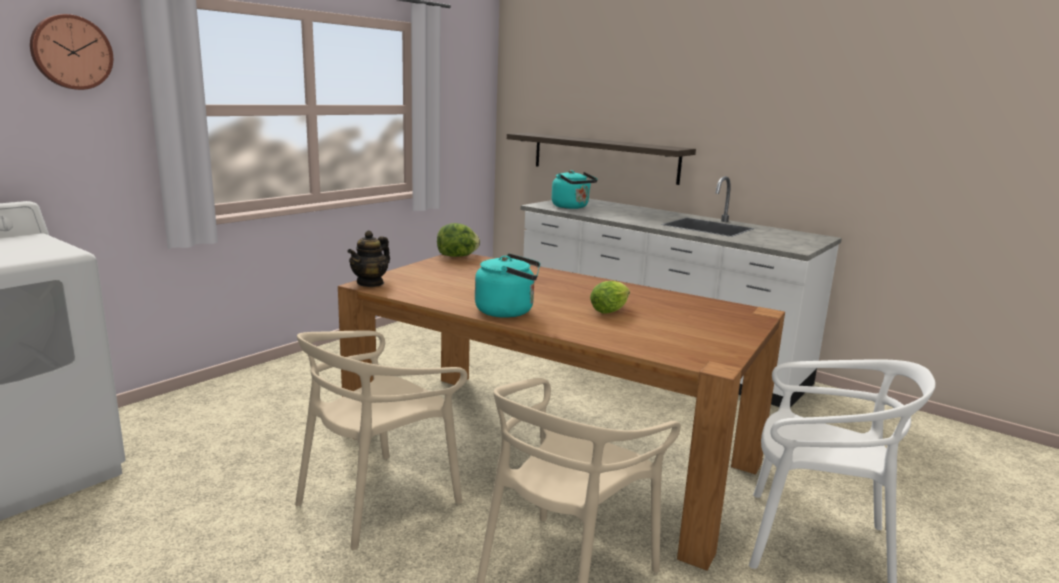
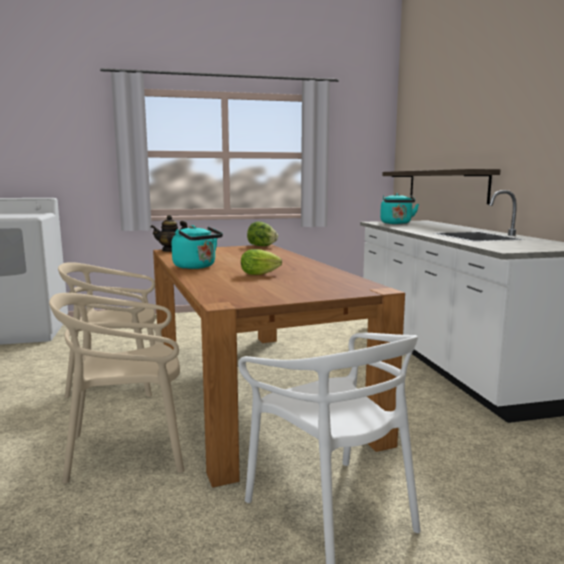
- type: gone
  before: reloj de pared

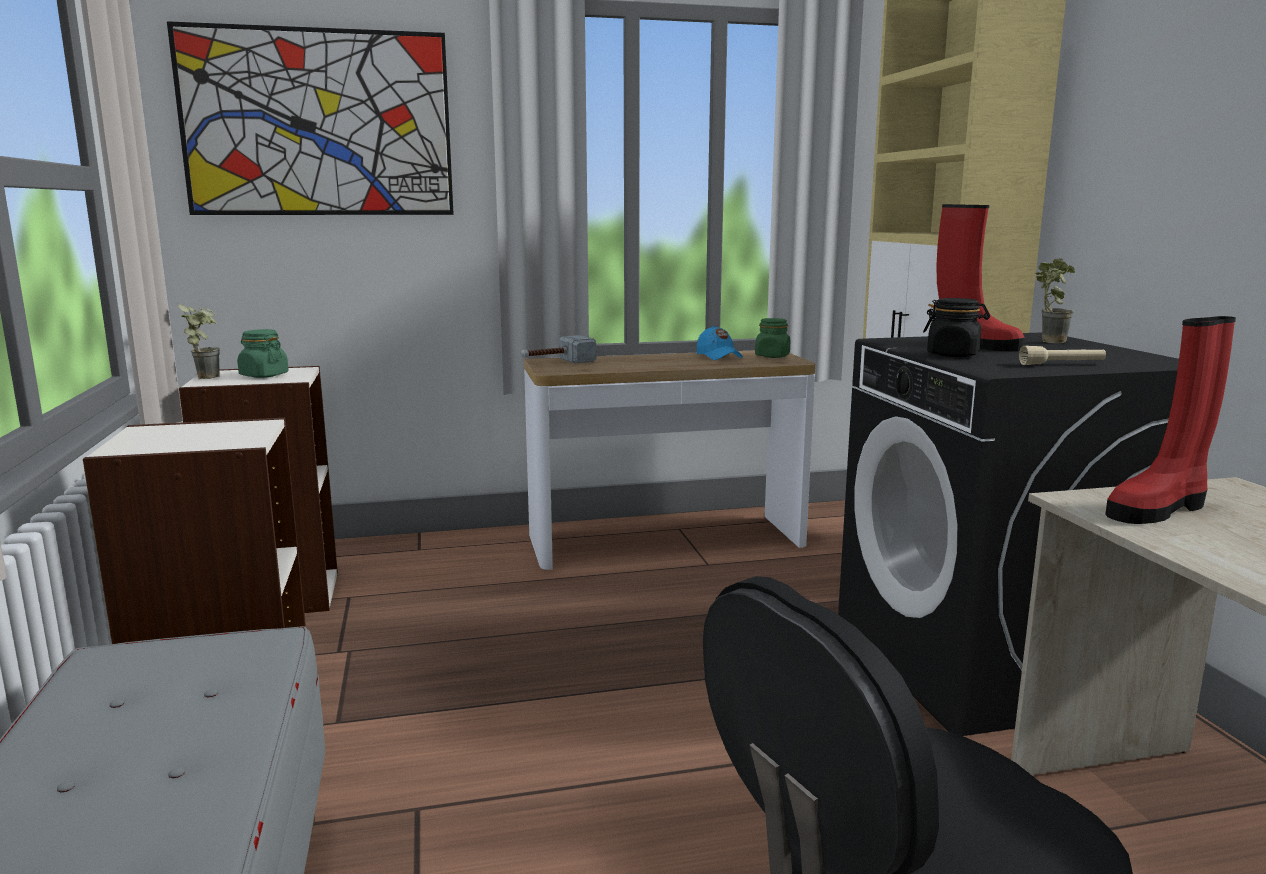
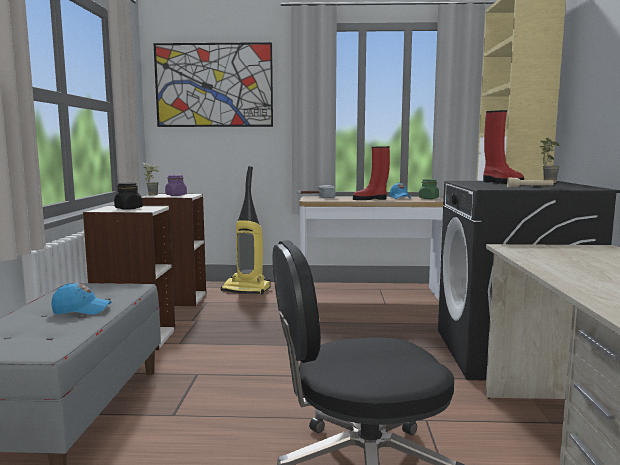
- type: new
  after: gorra/azul (no. 1 from left)
- type: shifted
  before: tarro/negro
- type: repainted
  before: tarro/verde (no. 1 from left)
  after: tarro/morado
- type: new
  after: aspiradora
- type: shifted
  before: bota/rojo (no. 2 from left in the first image)
  after: bota/rojo (no. 1 from left)

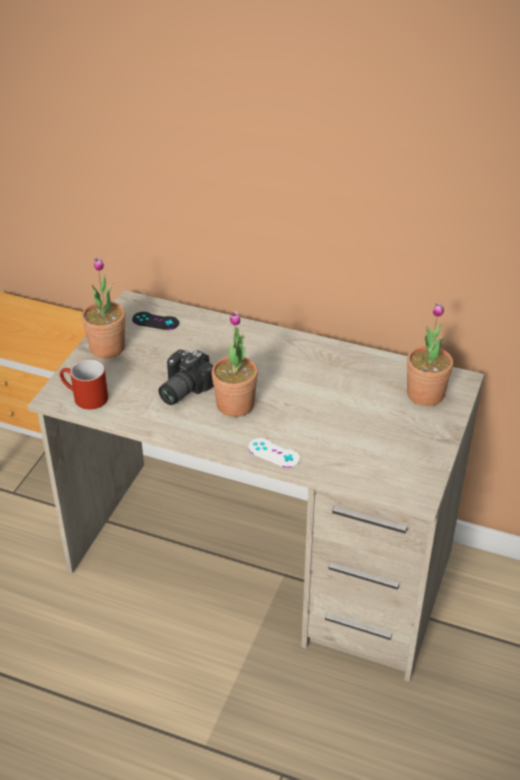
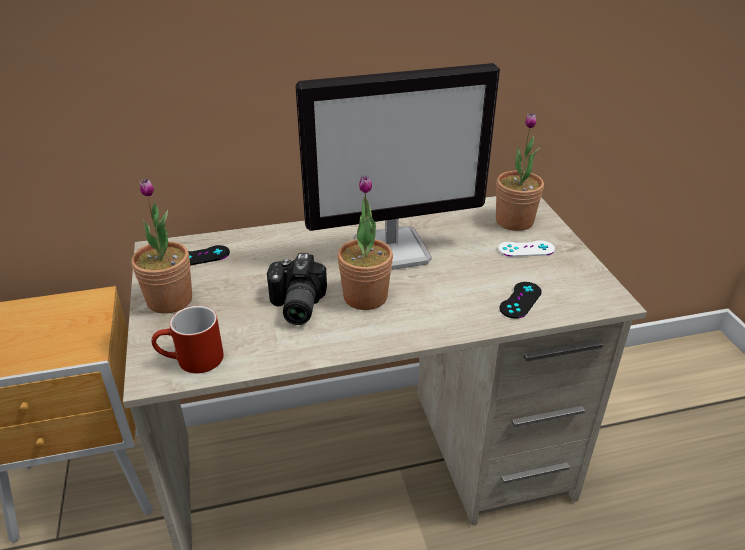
- type: new
  after: monitor
- type: shifted
  before: mando de consola/blanco
- type: new
  after: mando de consola/negro (no. 2 from left)

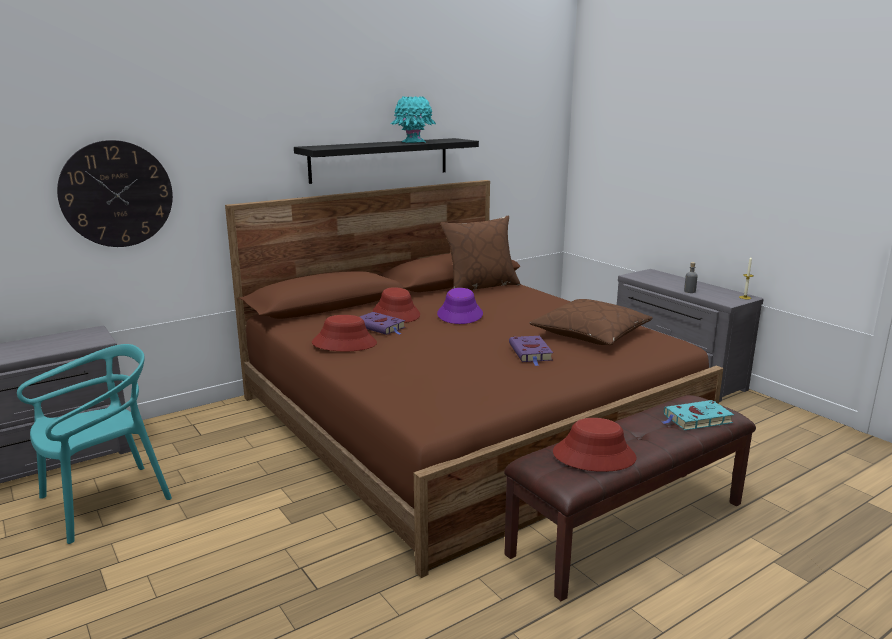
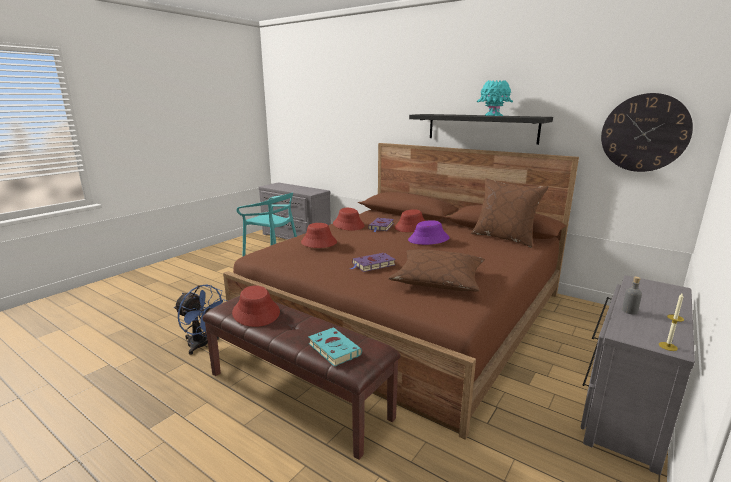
- type: new
  after: ventilador/azul
- type: new
  after: sombrero/rojo (no. 2 from left)
- type: shifted
  before: reloj de pared

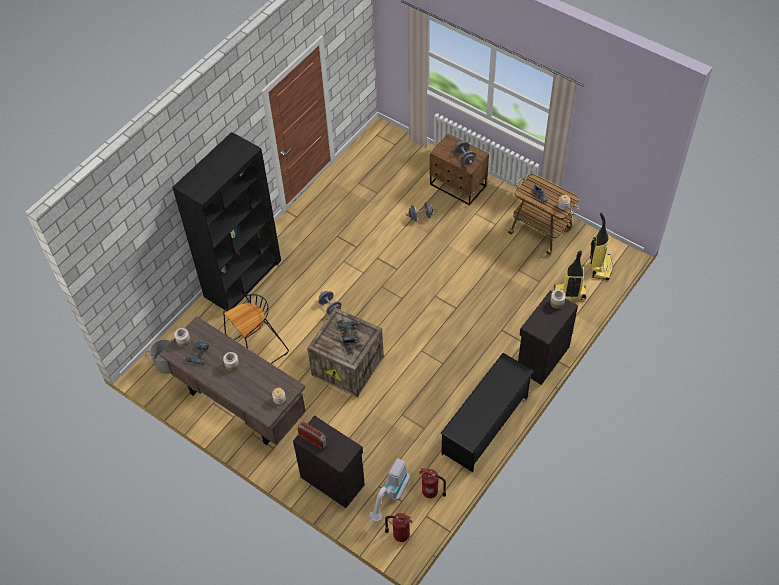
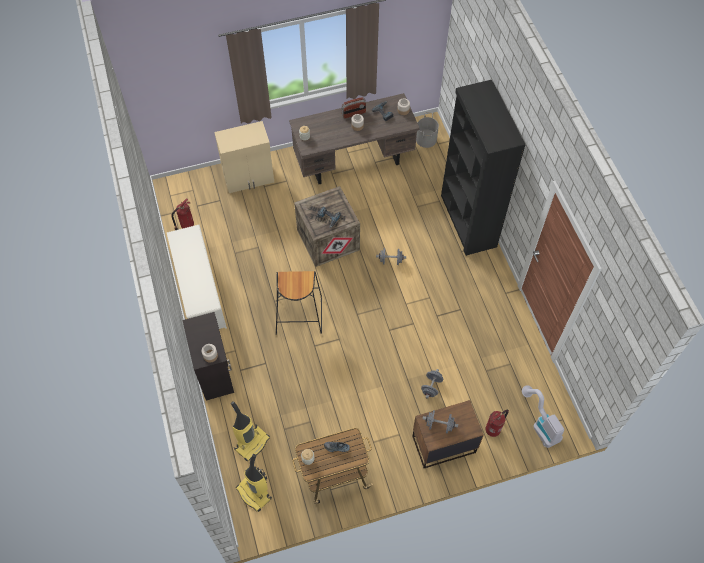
- type: repainted
  before: zapatero/negro
  after: zapatero/blanco
- type: repainted
  before: armario/negro (no. 1 from left)
  after: armario/beis
- type: shifted
  before: taburete/negro
- type: shifted
  before: radio
- type: shifted
  before: extintor (no. 1 from left in the first image)
  after: extintor (no. 2 from left)
- type: shifted
  before: aspiradora (no. 1 from left in the first image)
  after: aspiradora (no. 3 from left)

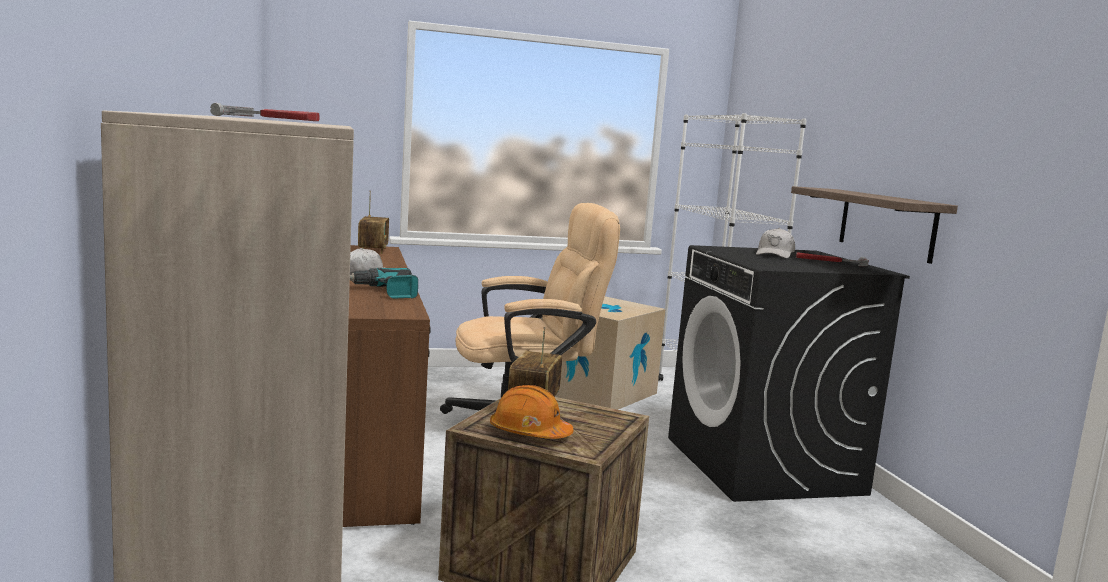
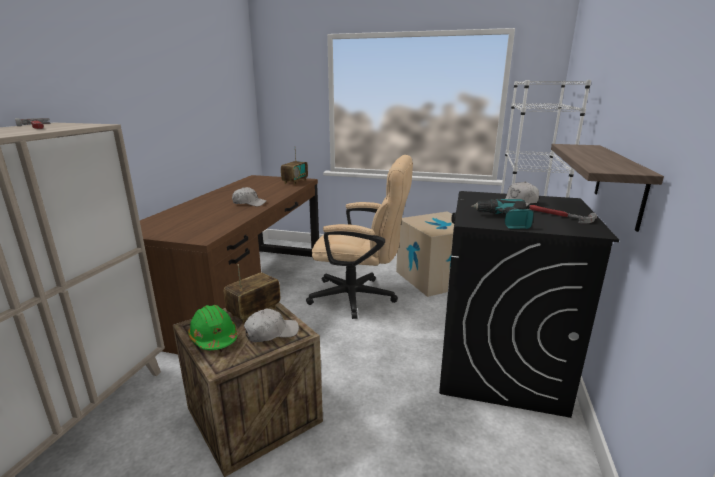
- type: repainted
  before: casco/naranja
  after: casco/verde
- type: new
  after: gorra/blanco (no. 2 from left)
- type: shifted
  before: taladro

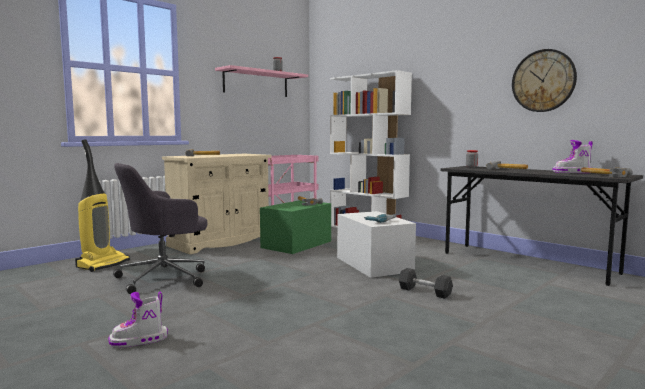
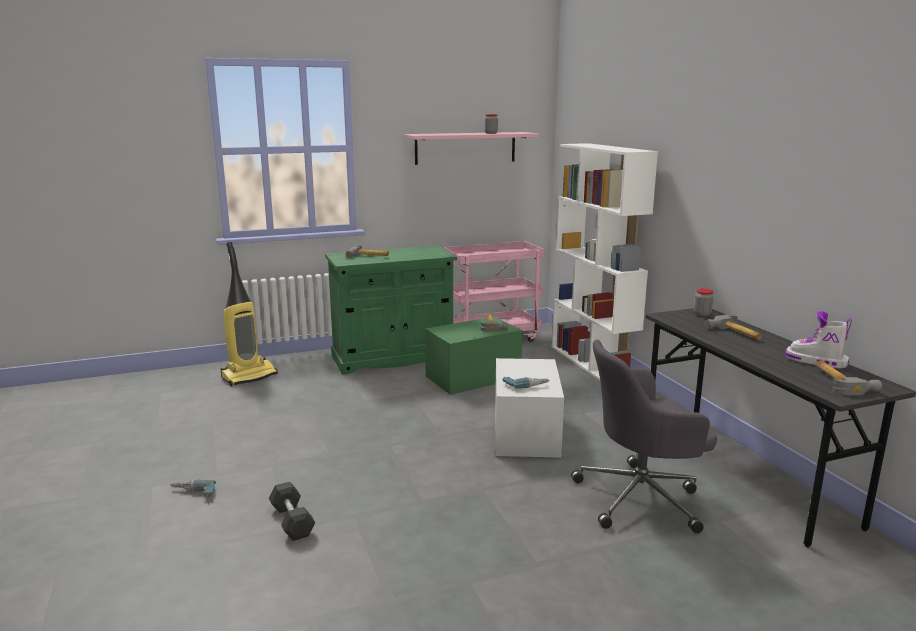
- type: swapped
  before: bota (no. 1 from left)
  after: taladro (no. 1 from left)
- type: shifted
  before: mancuerna/gris
- type: repainted
  before: armario/beis
  after: armario/verde
- type: shifted
  before: silla de oficina/gris
- type: gone
  before: reloj de pared

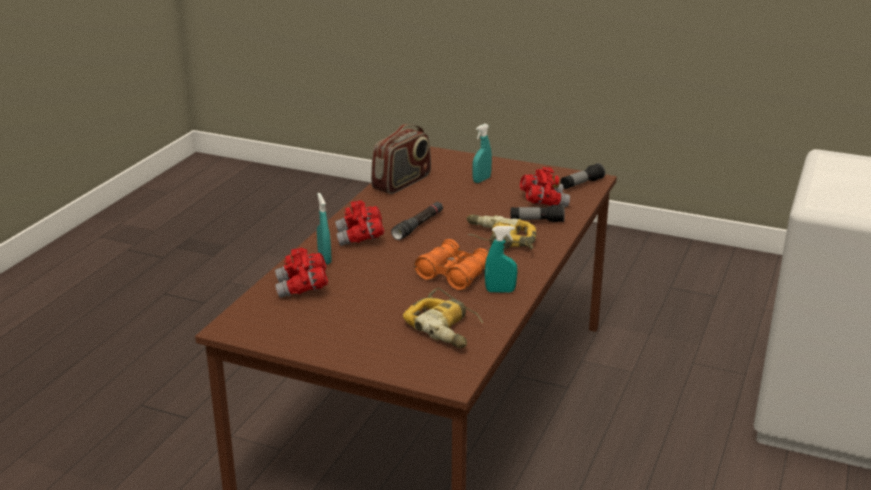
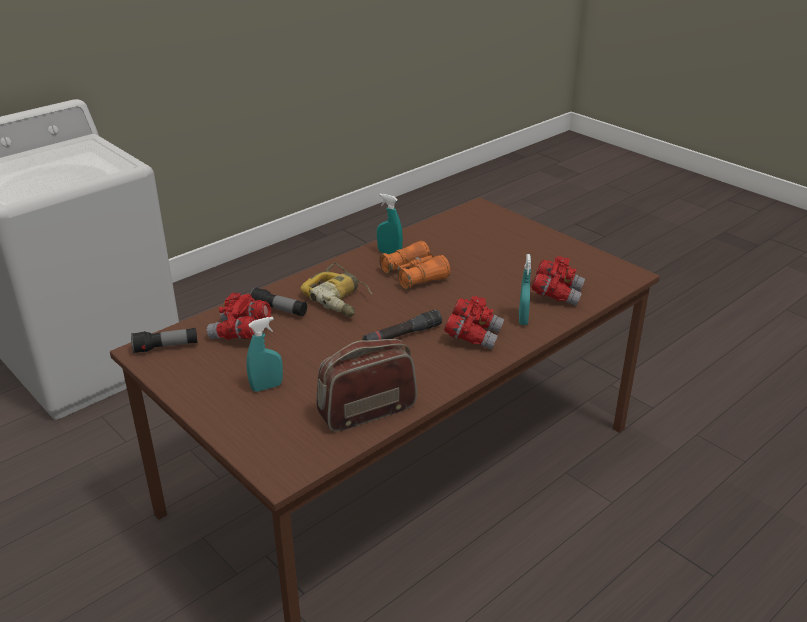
- type: gone
  before: taladro (no. 1 from left)

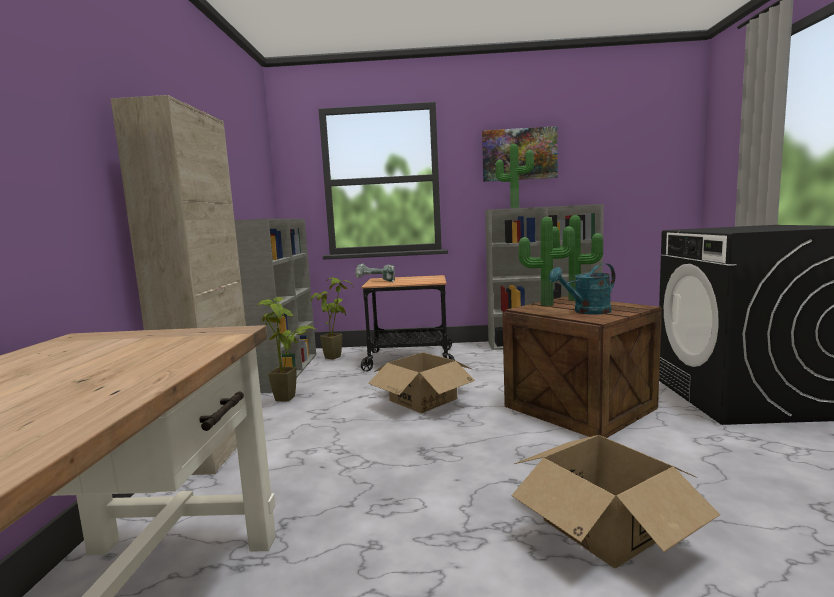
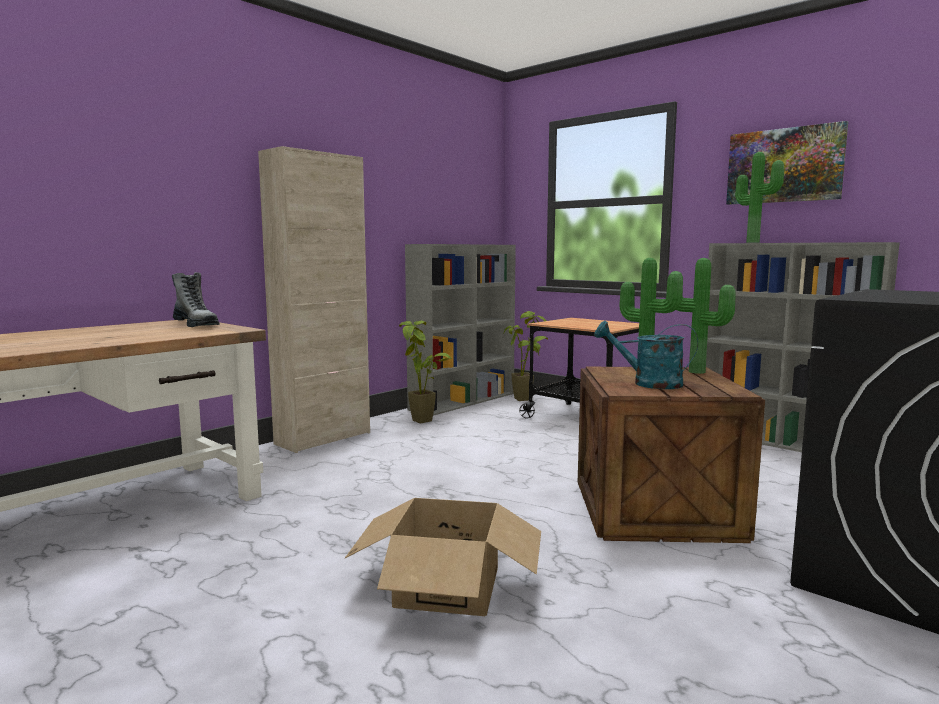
- type: new
  after: bota
- type: gone
  before: taladro
- type: gone
  before: caja de cartón (no. 1 from left)

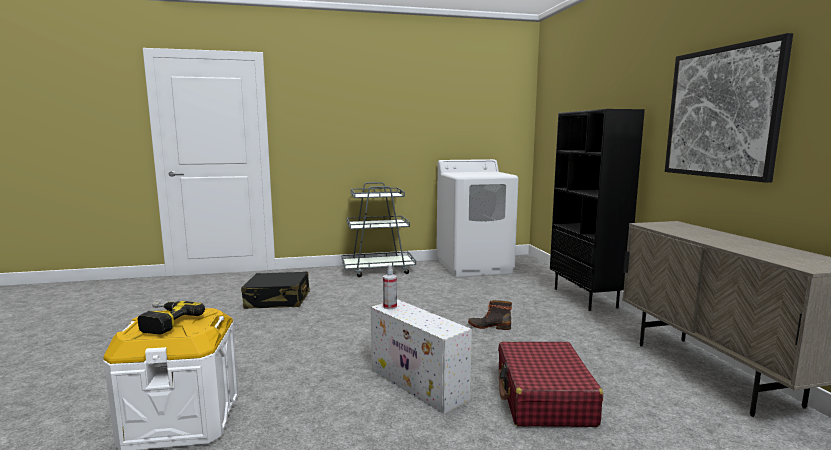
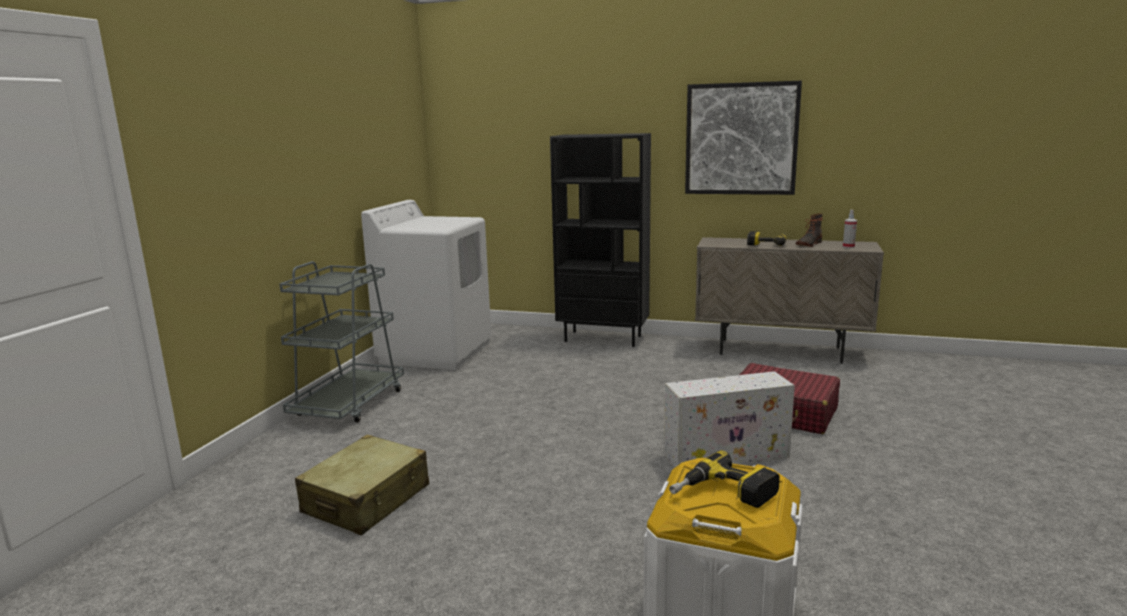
- type: repainted
  before: maleta/negro
  after: maleta/beis
- type: new
  after: taladro (no. 2 from left)
- type: shifted
  before: bota
- type: shifted
  before: pulverizador

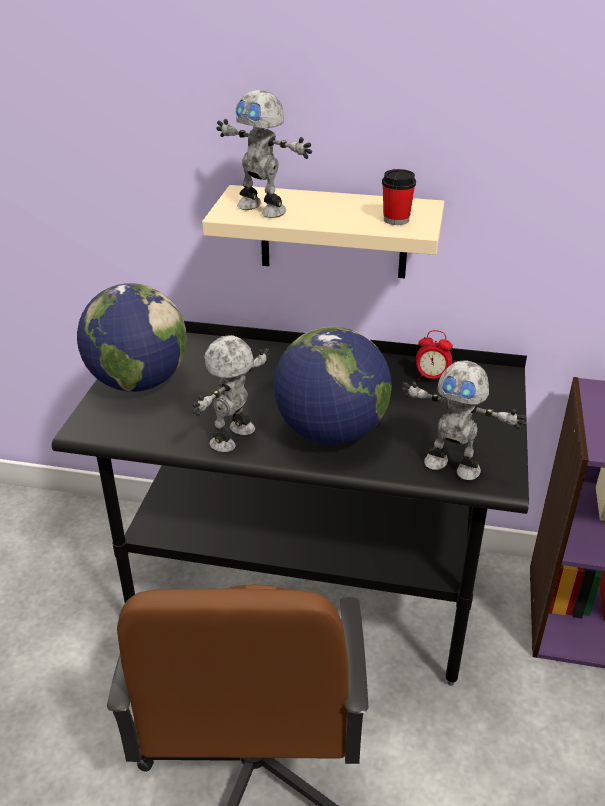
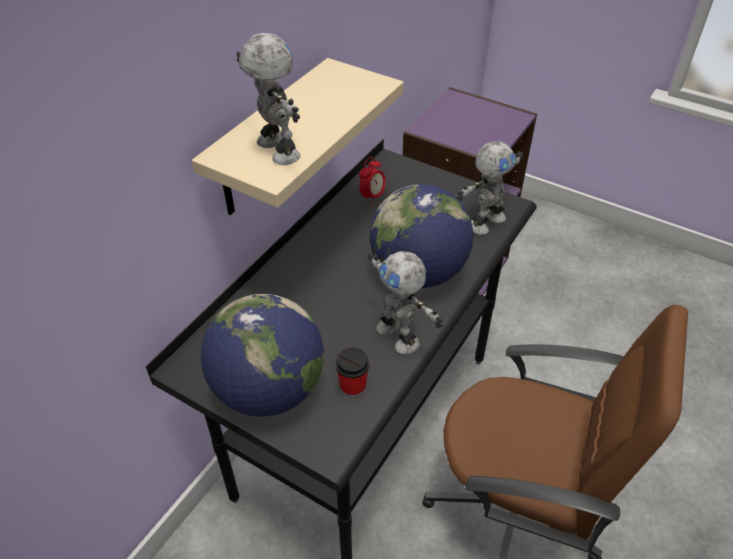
- type: rotated
  before: robot de juguete (no. 2 from left in the first image)
  turn: -90
- type: shifted
  before: taza

